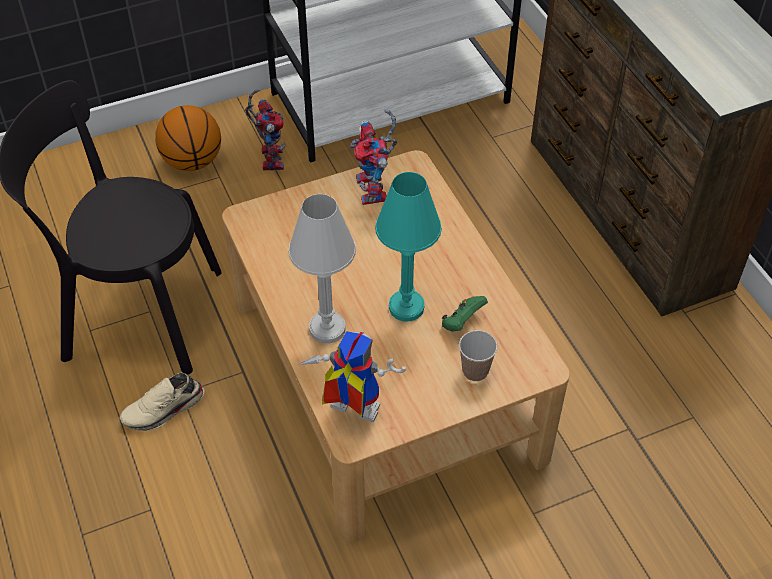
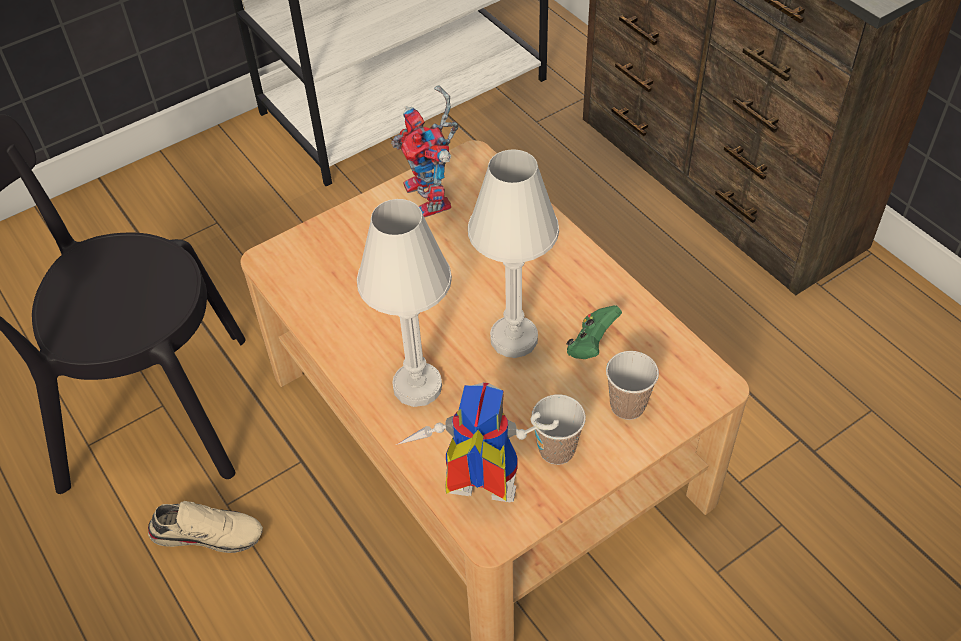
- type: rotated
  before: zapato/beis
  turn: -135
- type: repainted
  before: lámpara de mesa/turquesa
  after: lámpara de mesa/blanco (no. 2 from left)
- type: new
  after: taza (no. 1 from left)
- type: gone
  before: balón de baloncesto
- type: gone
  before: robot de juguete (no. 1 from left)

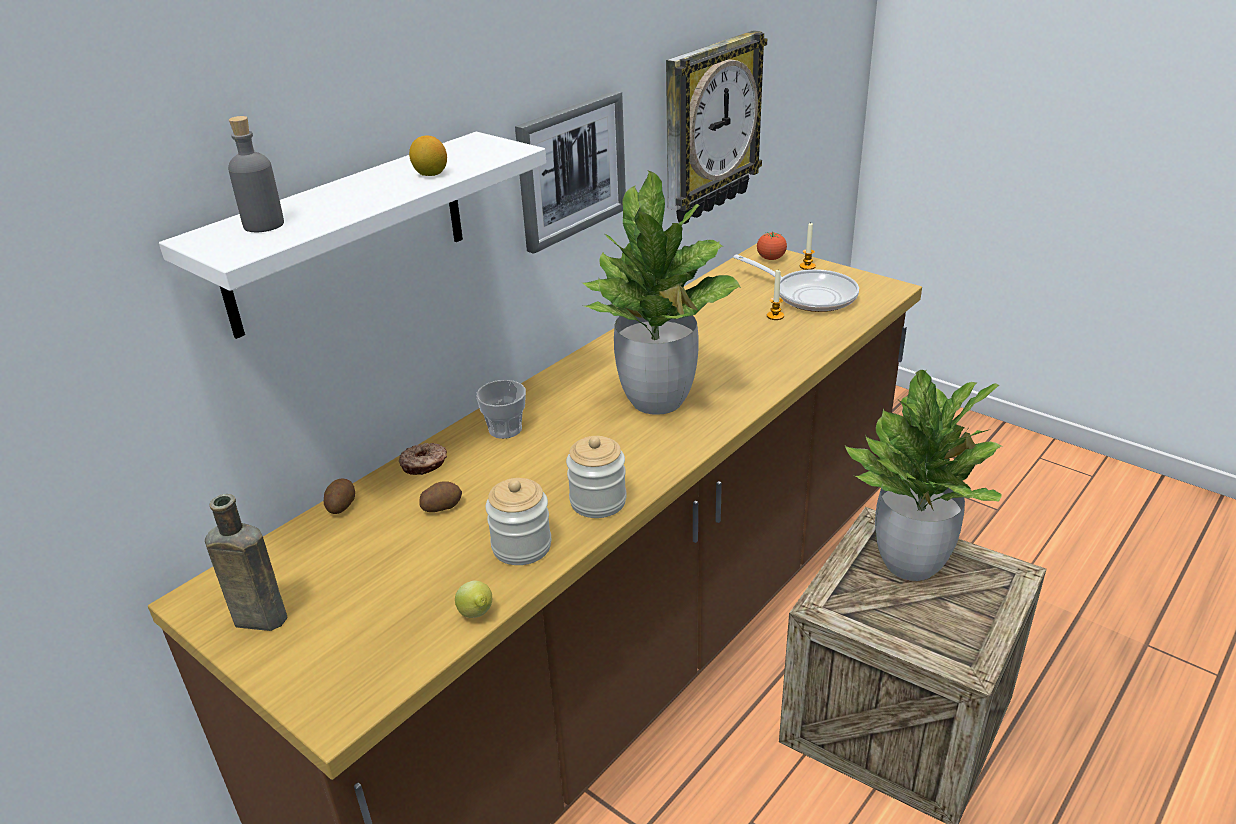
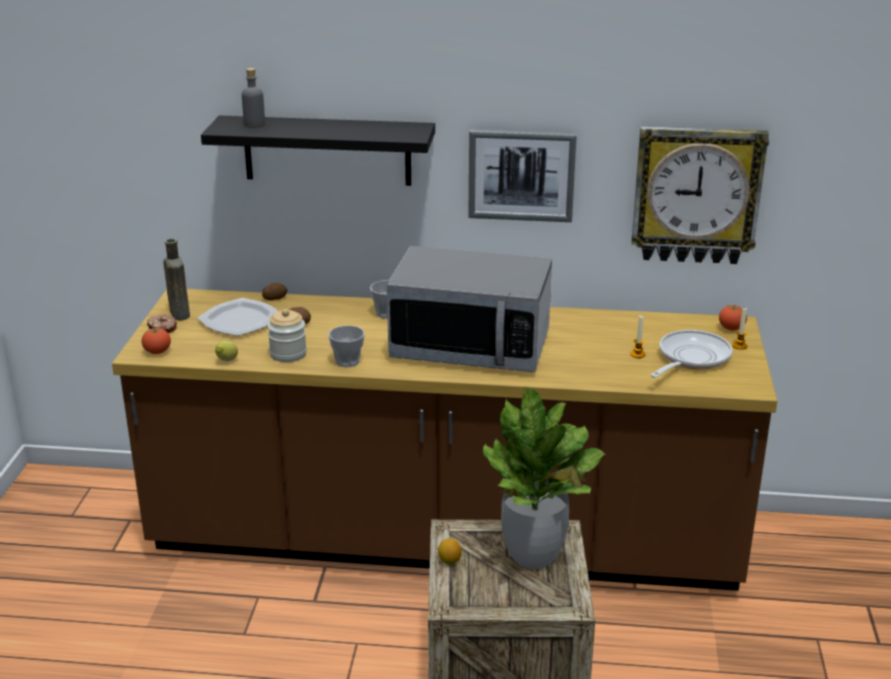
- type: new
  after: tomate (no. 1 from left)
- type: shifted
  before: rosquilla
- type: new
  after: plato
- type: repainted
  before: estante/blanco
  after: estante/negro
- type: swapped
  before: tarro (no. 2 from left)
  after: taza (no. 1 from left)
- type: swapped
  before: planta en maceta (no. 1 from left)
  after: microondas
- type: shifted
  before: limón (no. 1 from left in the first image)
  after: limón (no. 2 from left)
- type: rotated
  before: sartén
  turn: -150

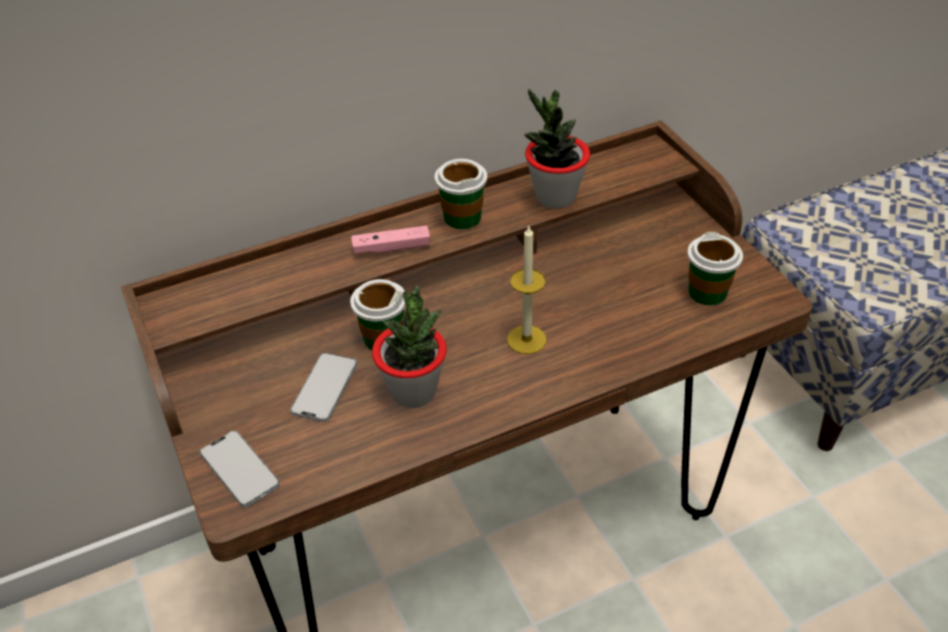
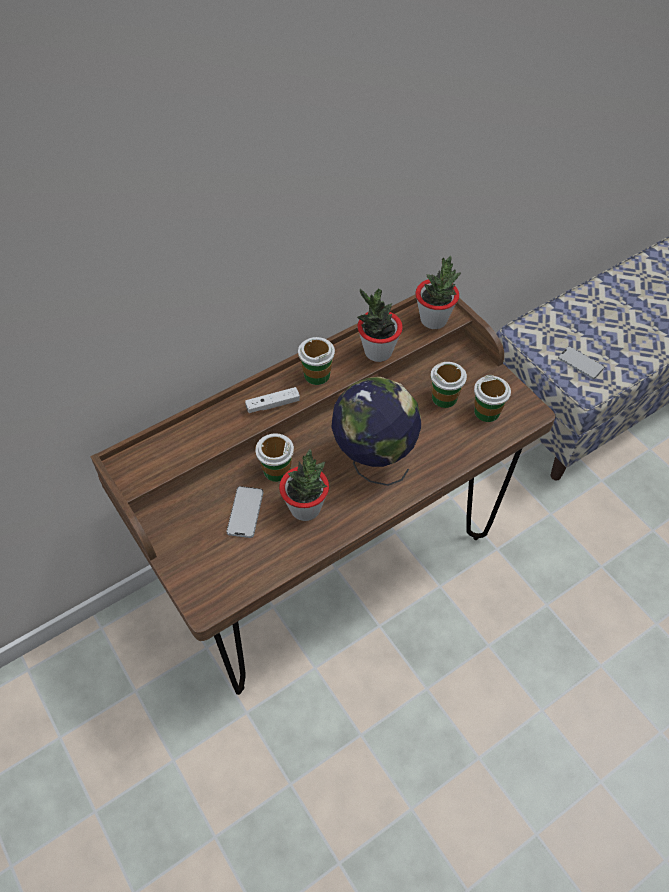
- type: repainted
  before: mando de consola/rosa
  after: mando de consola/blanco
- type: swapped
  before: vela
  after: globo terráqueo
- type: new
  after: planta en maceta (no. 3 from left)
- type: new
  after: taza (no. 3 from left)
- type: shifted
  before: móvil (no. 1 from left in the first image)
  after: móvil (no. 2 from left)

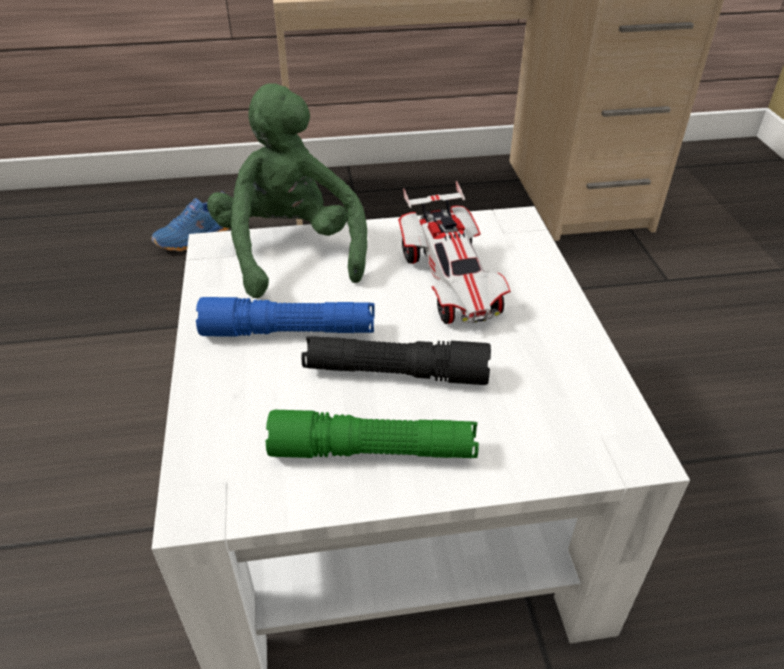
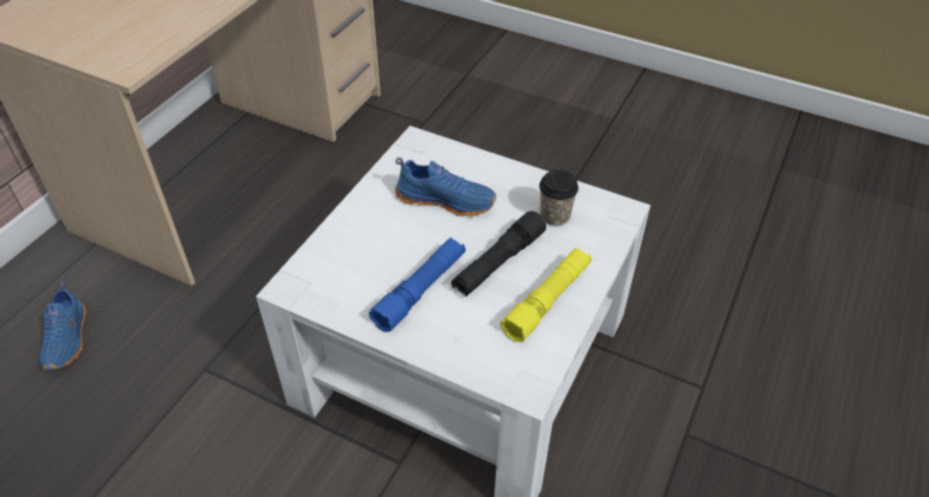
- type: swapped
  before: coche de juguete
  after: zapato/azul (no. 2 from left)
- type: repainted
  before: linterna/verde
  after: linterna/amarillo
- type: new
  after: taza
- type: gone
  before: peluche/verde

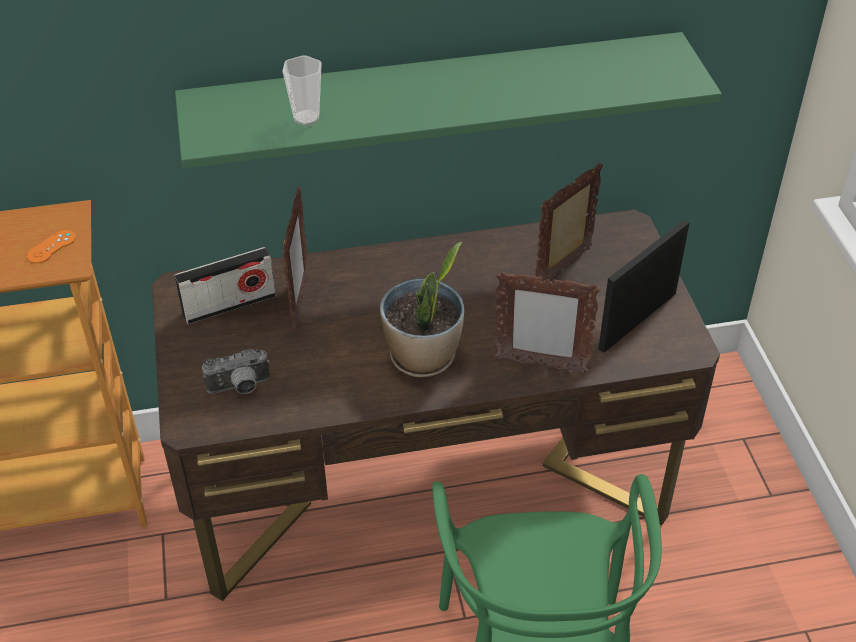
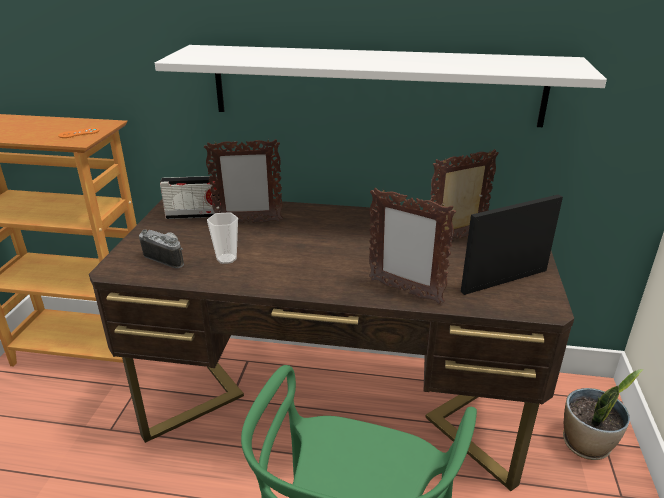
- type: rotated
  before: cámara
  turn: -150
- type: repainted
  before: estante/verde
  after: estante/blanco
- type: rotated
  before: portarretratos (no. 1 from left)
  turn: 60
- type: shifted
  before: taza
- type: shifted
  before: planta en maceta

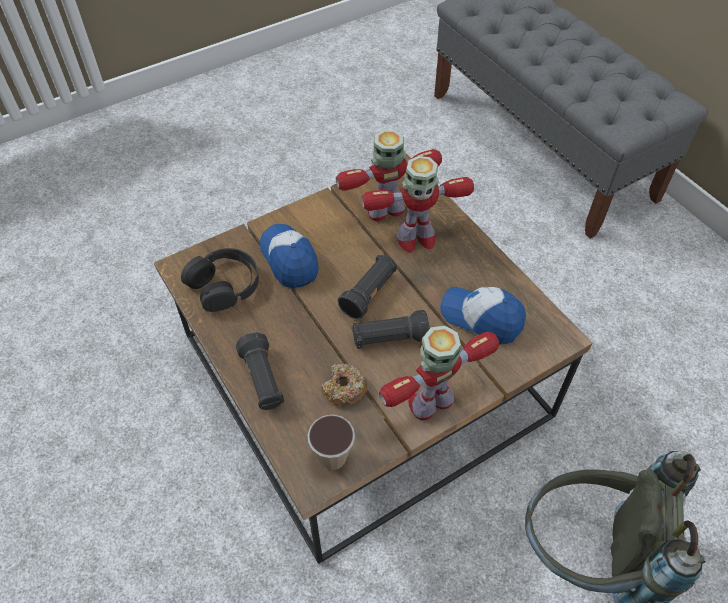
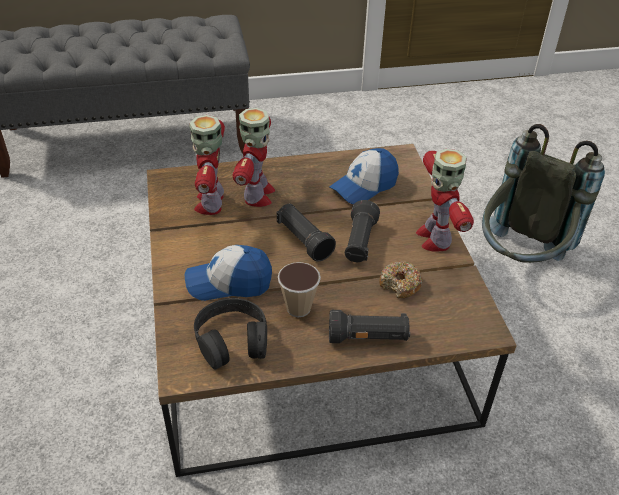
- type: shifted
  before: taza

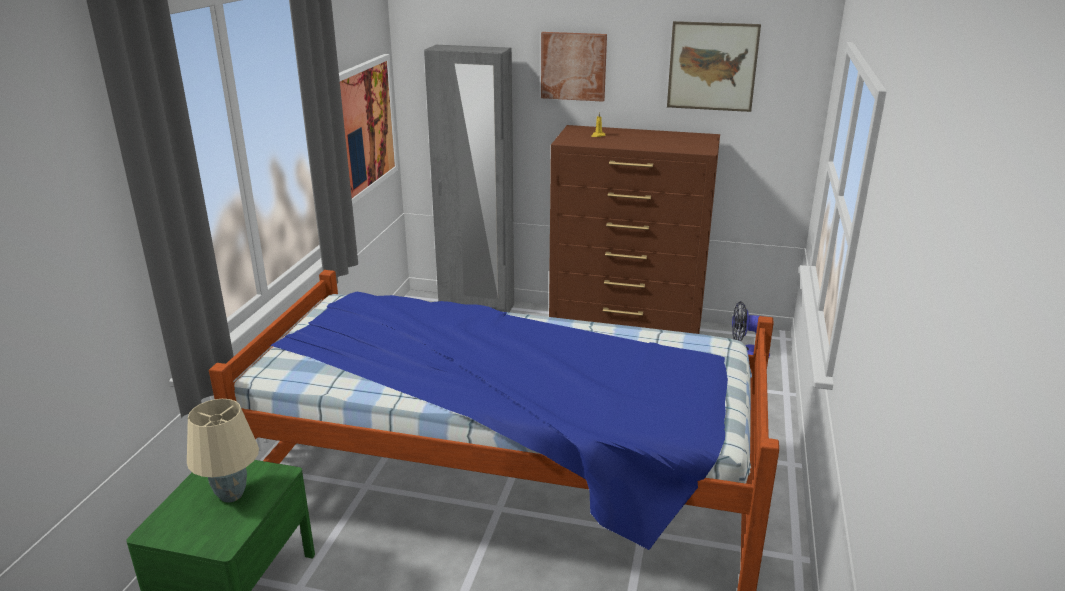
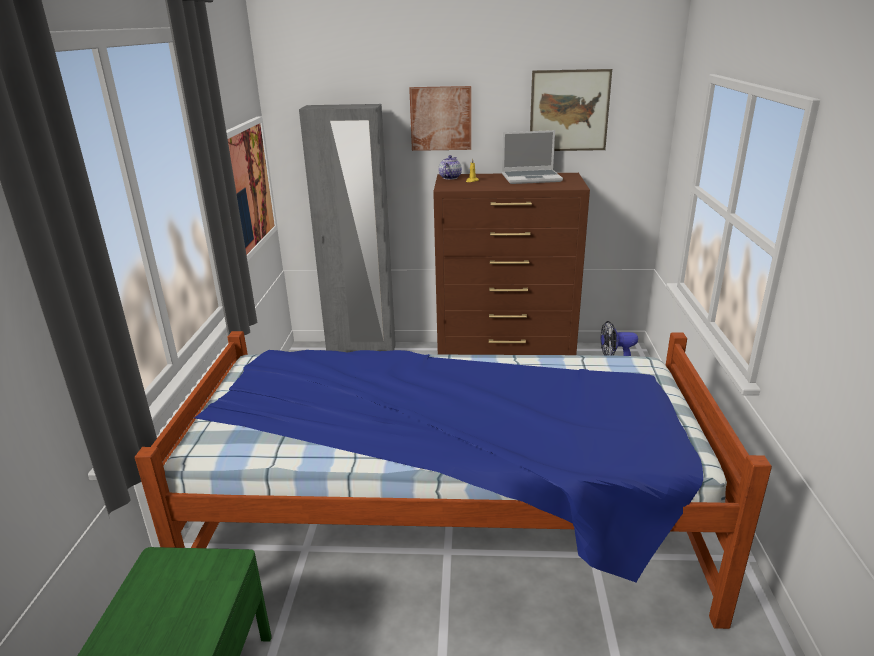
- type: new
  after: tetera
- type: new
  after: portátil
- type: gone
  before: lámpara de mesa/beis

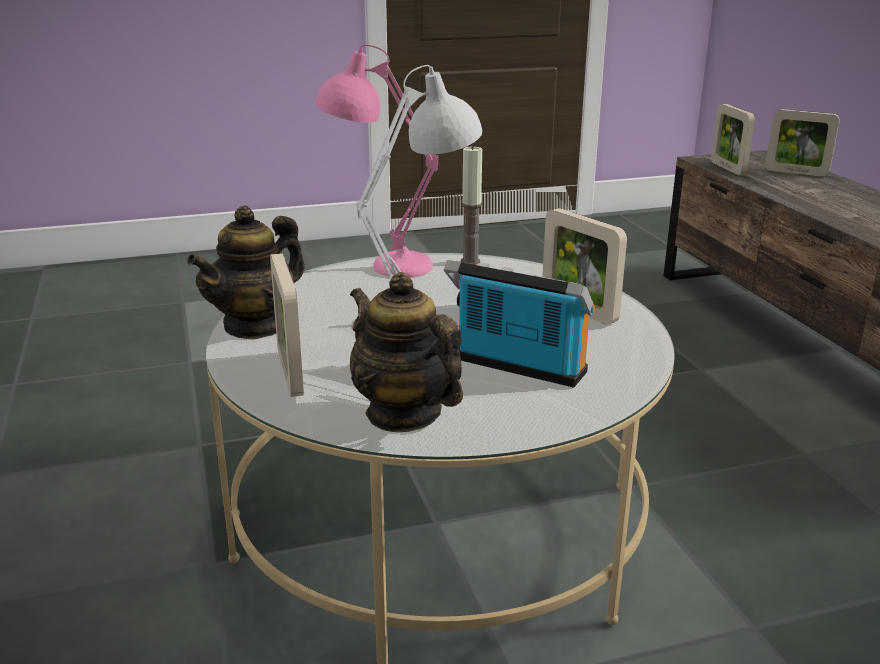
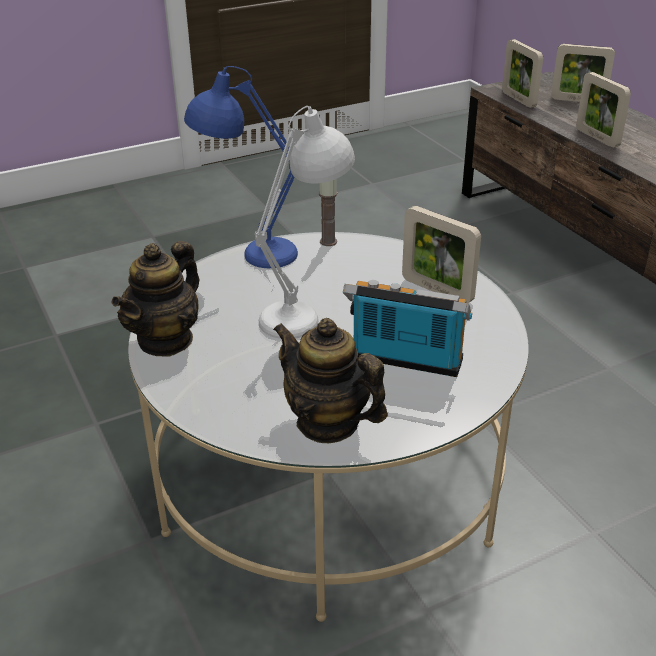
- type: repainted
  before: lámpara de mesa/rosa
  after: lámpara de mesa/azul
- type: shifted
  before: portarretratos (no. 1 from left in the first image)
  after: portarretratos (no. 4 from left)

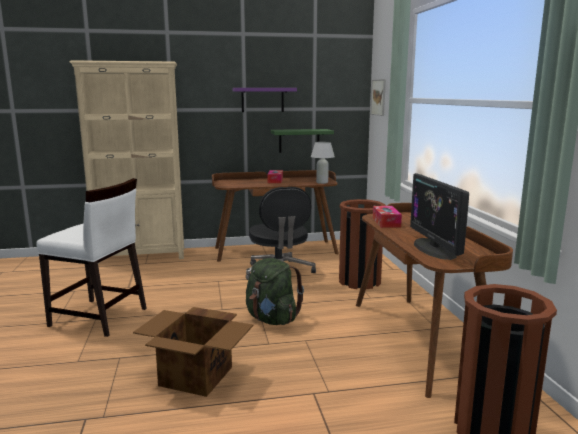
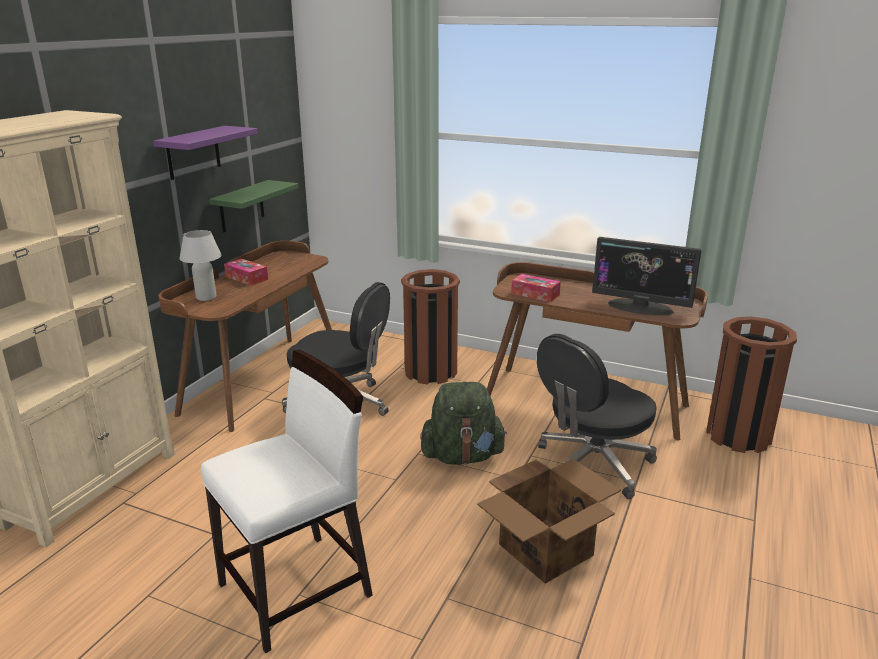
- type: shifted
  before: lámpara de mesa/blanco
- type: new
  after: silla de oficina/negro (no. 2 from left)
- type: gone
  before: cuadro

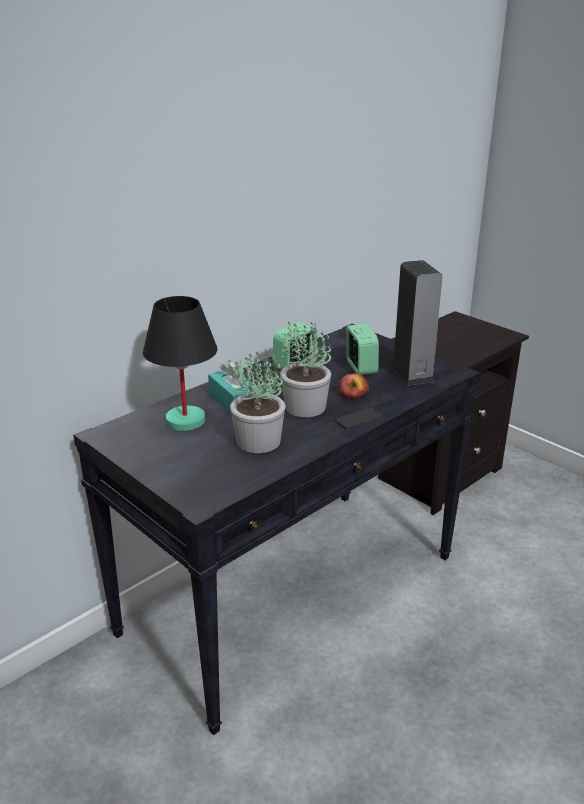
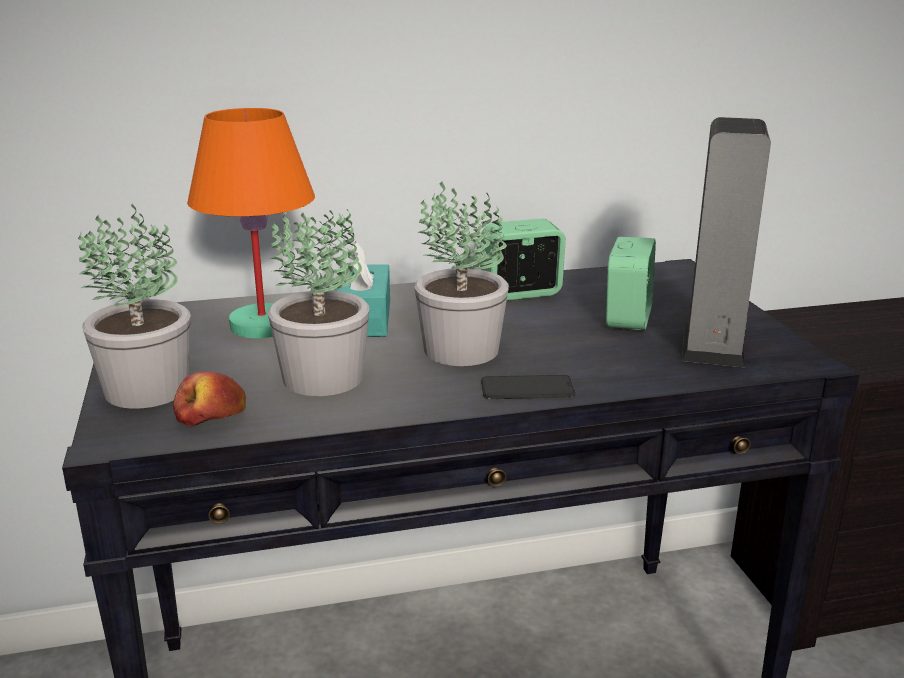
- type: new
  after: planta en maceta (no. 1 from left)
- type: shifted
  before: manzana
- type: repainted
  before: lámpara de mesa/negro
  after: lámpara de mesa/naranja

